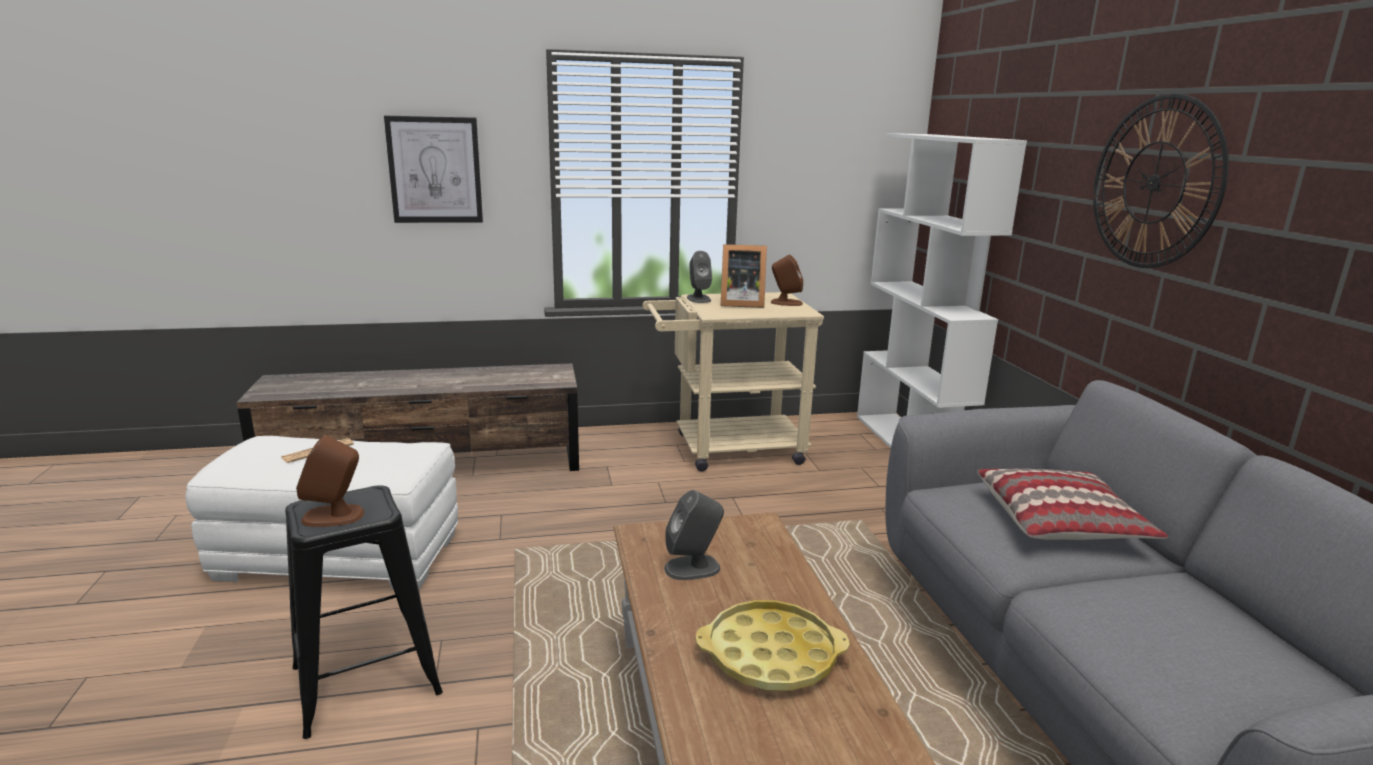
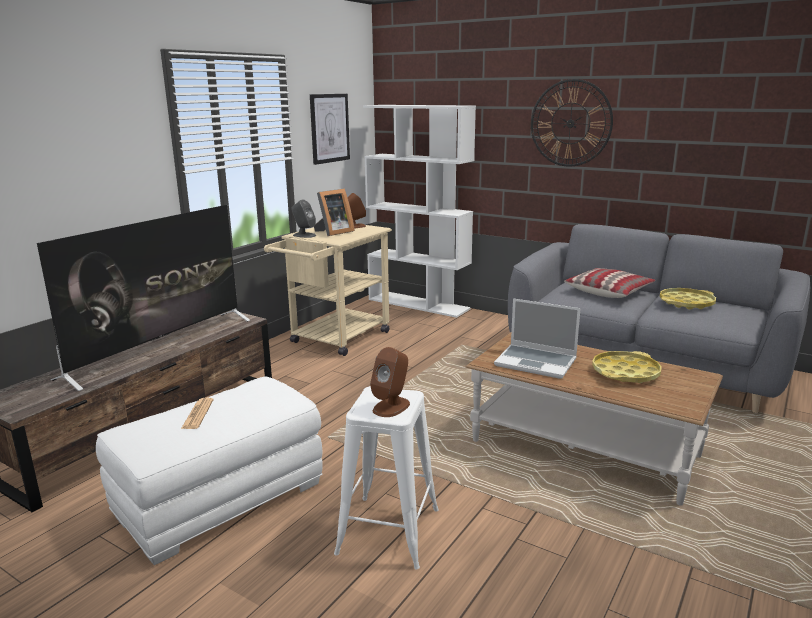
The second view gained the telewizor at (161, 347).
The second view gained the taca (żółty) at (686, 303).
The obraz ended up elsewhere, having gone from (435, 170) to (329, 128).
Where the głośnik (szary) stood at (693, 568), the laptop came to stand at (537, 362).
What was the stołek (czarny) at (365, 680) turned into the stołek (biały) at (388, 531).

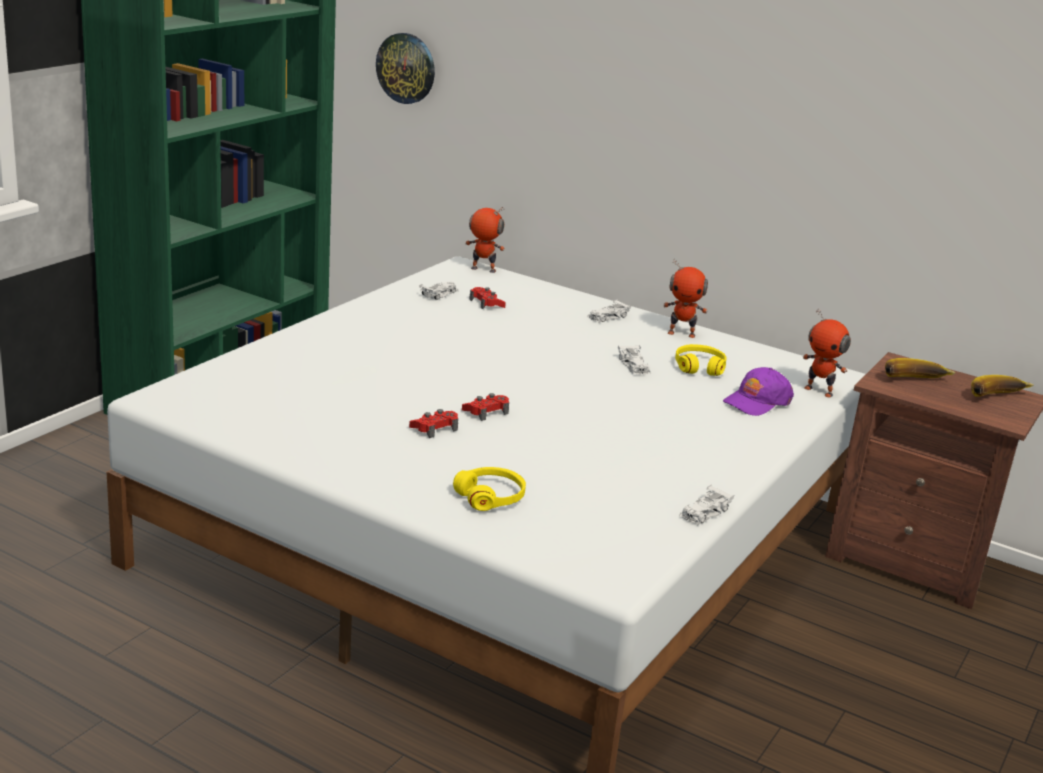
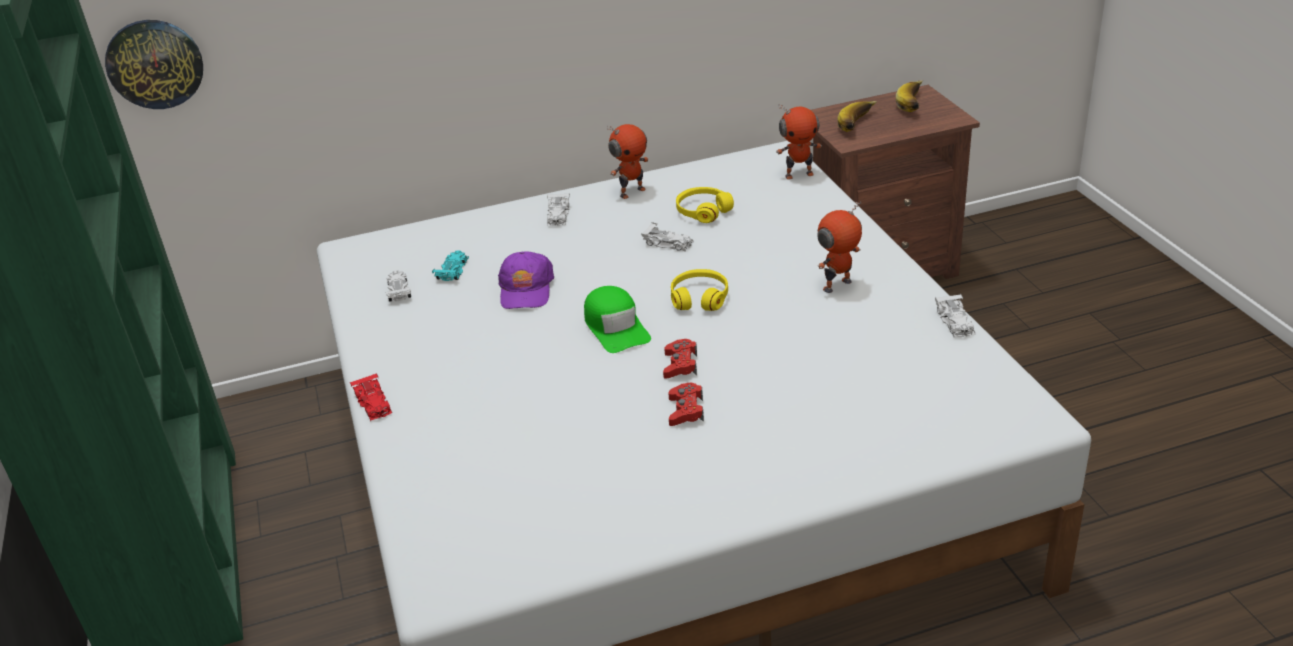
The second view gained the samochodzik (czerwony) at (374, 404).
The second view gained the czapka z daszkiem (zielony) at (616, 327).
The słuchawki (żółty) ended up elsewhere, having gone from (490, 497) to (699, 298).
The robot zabawkowy ended up elsewhere, having gone from (482, 270) to (838, 286).
The czapka z daszkiem (fioletowy) ended up elsewhere, having gone from (757, 402) to (526, 289).
Where the pad do gier (czerwony) stood at (486, 303), the samochodzik (turkusowy) came to stand at (453, 270).

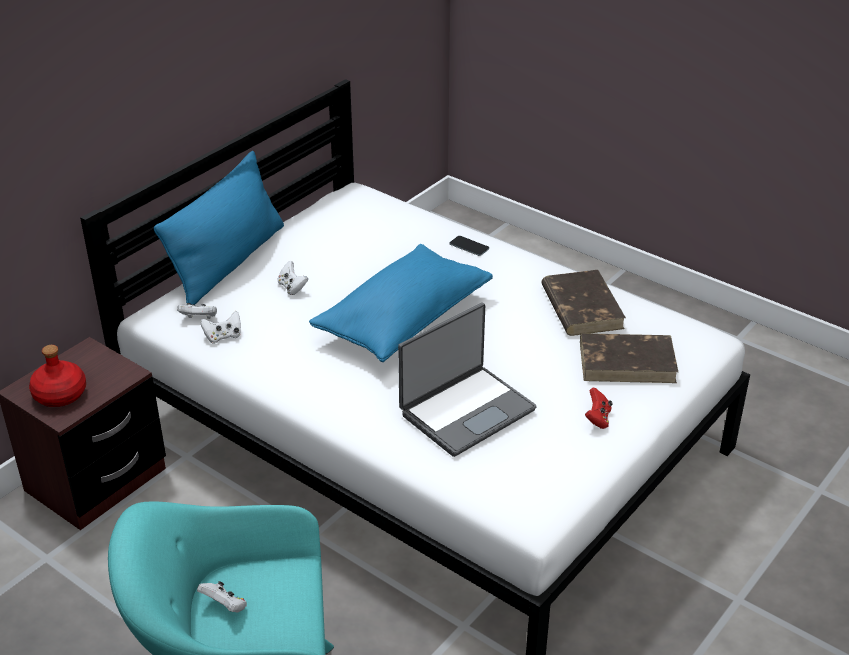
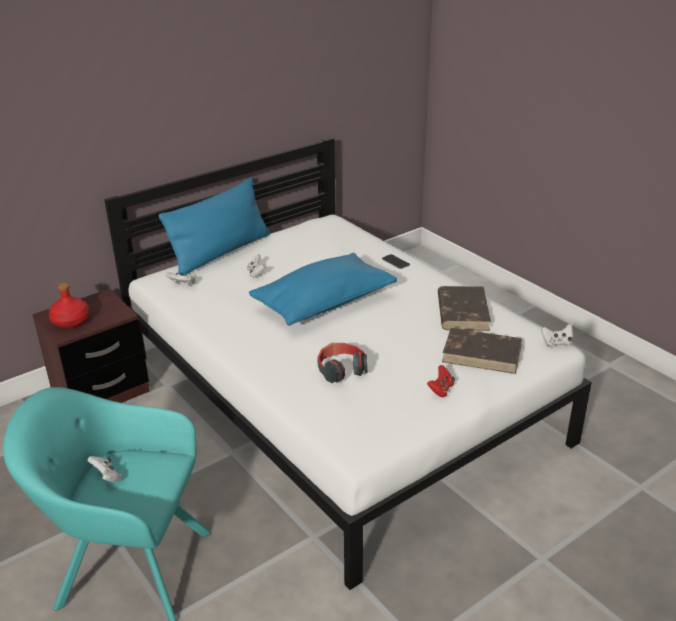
The pad do gier (biały) ended up elsewhere, having gone from (223, 336) to (556, 343).
Where the laptop stood at (466, 411), the słuchawki came to stand at (341, 369).

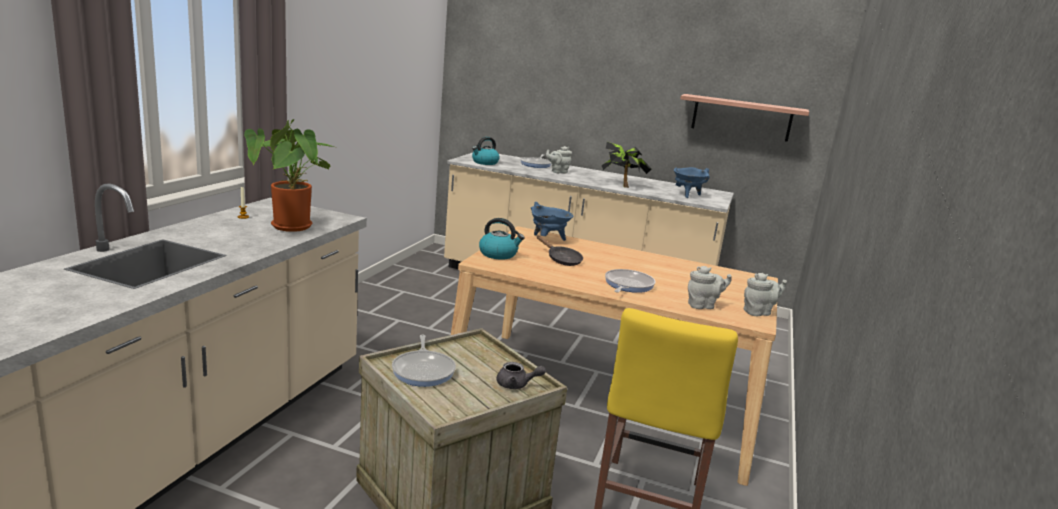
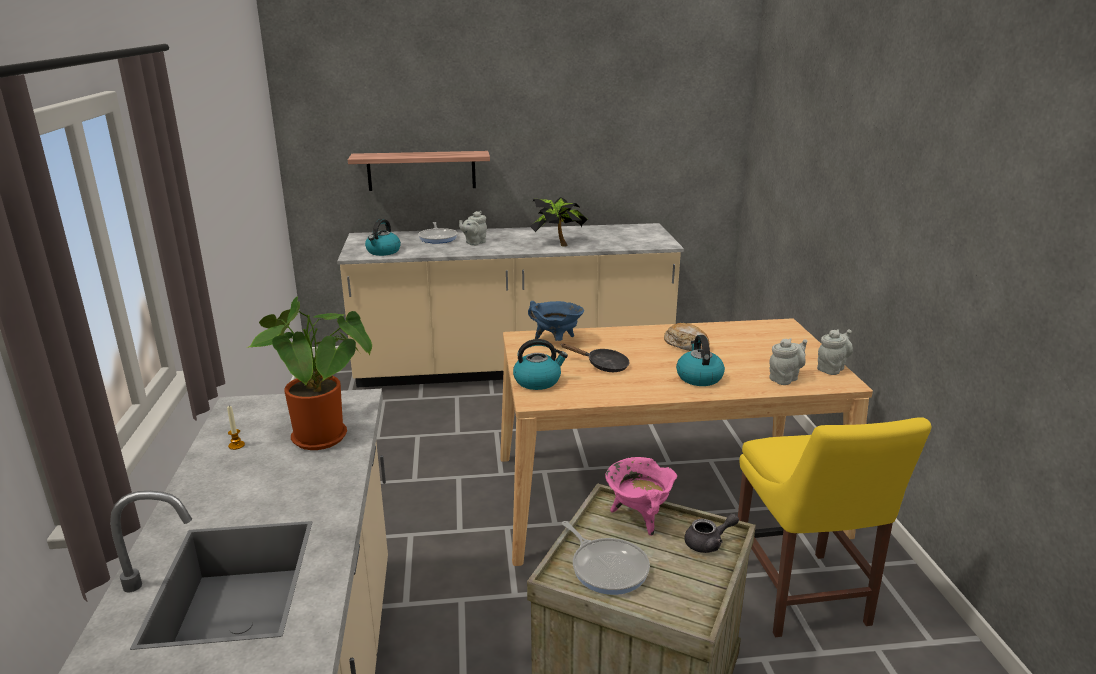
The second view lost the garnek (niebieski) at (687, 195).
The second view gained the garnek (różowy) at (639, 517).
The second view gained the chleb at (686, 345).
The półka ended up elsewhere, having gone from (741, 118) to (421, 170).
Where the patelnia stood at (627, 285), the czajnik came to stand at (698, 377).

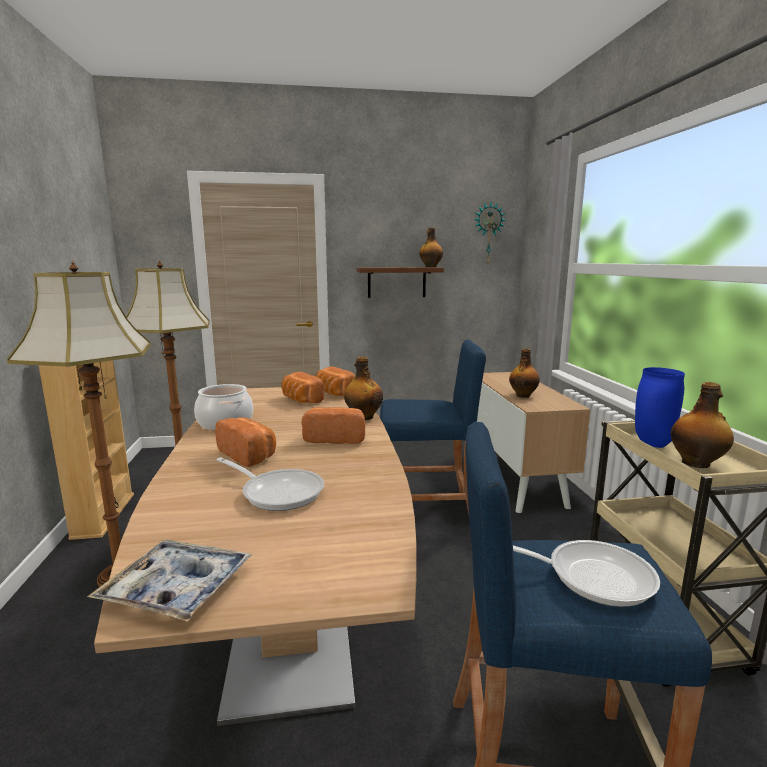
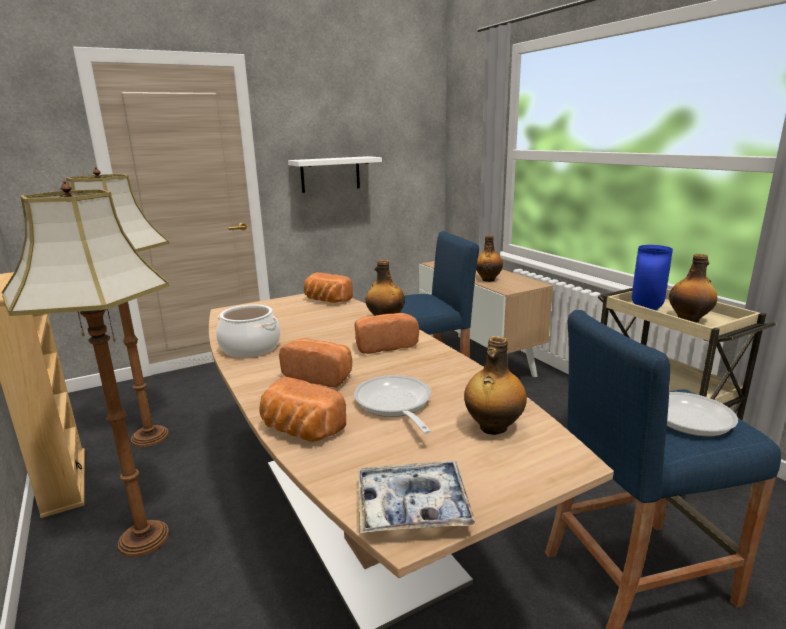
The second view lost the zegar ścienny at (488, 234).
The chleb ended up elsewhere, having gone from (300, 400) to (299, 430).
The butelka ended up elsewhere, having gone from (430, 267) to (492, 428).
What was the półka (brązowy) at (396, 282) turned into the półka (biały) at (330, 174).
The patelnia at (278, 492) ended up facing another way, 120 degrees counterclockwise from before.

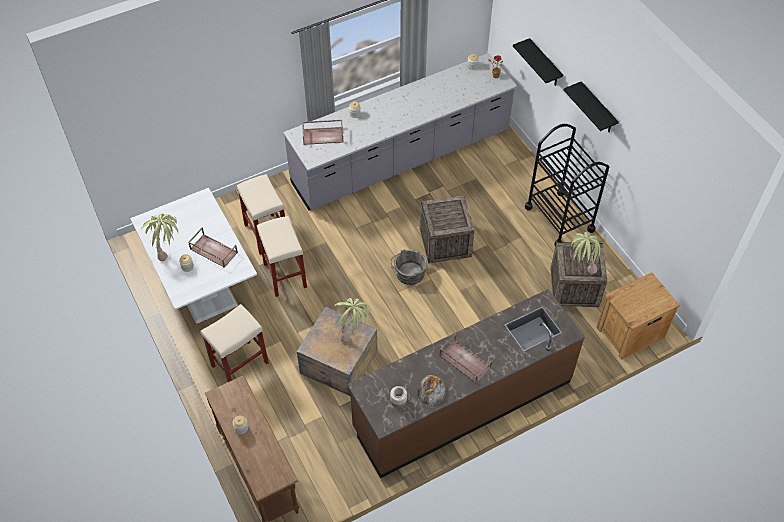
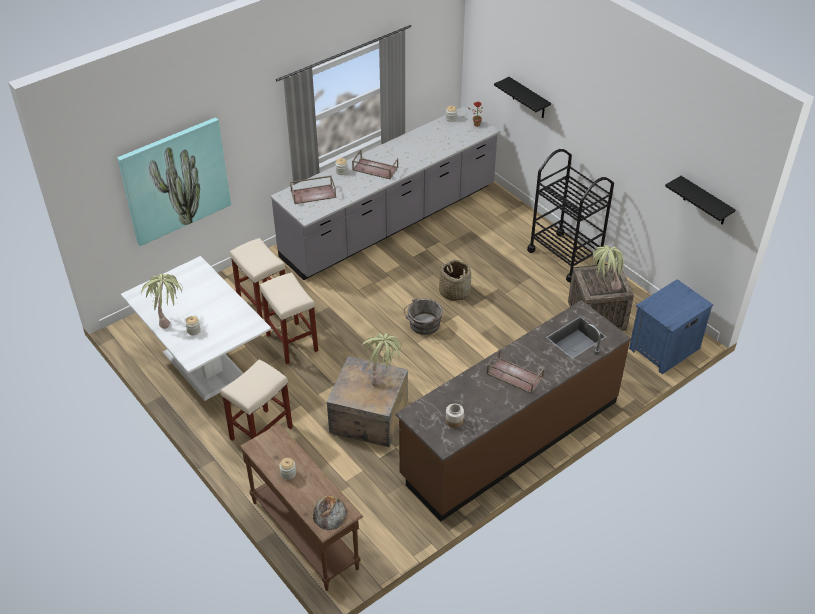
The second view gained the obraz at (175, 180).
The taca (brązowy) ended up elsewhere, having gone from (213, 251) to (374, 169).
The chleb ended up elsewhere, having gone from (431, 390) to (329, 513).
The półka (czarny) ended up elsewhere, having gone from (597, 109) to (705, 202).
Where the skrzynka stood at (445, 242), the koszyk came to stand at (454, 291).
What was the szafka nocna (brązowy) at (629, 332) turned into the szafka nocna (niebieski) at (663, 348).

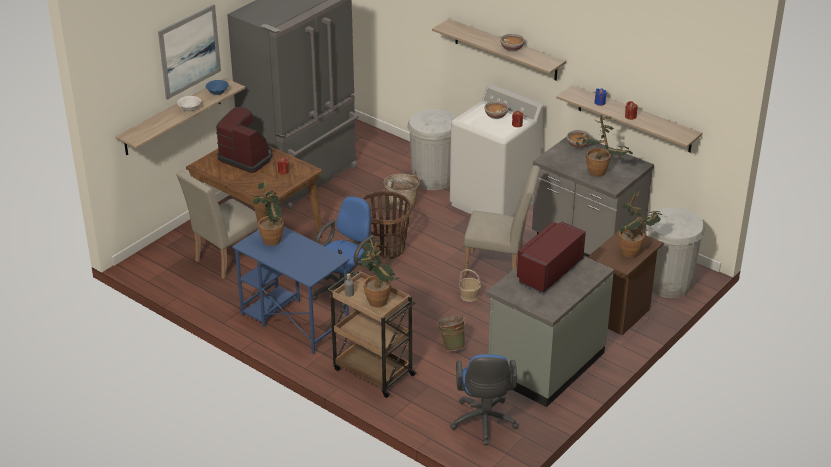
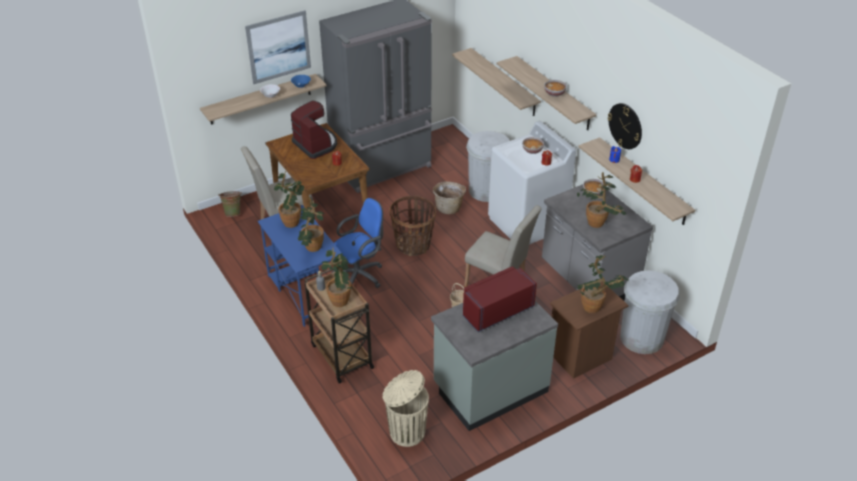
The second view gained the roślina doniczkowa at (311, 249).
The second view gained the półka at (504, 82).
The second view gained the zegar ścienny at (625, 126).
The wiadro (zielony) ended up elsewhere, having gone from (451, 345) to (233, 213).
Where the krzesło biurowe (niebieski) stood at (483, 424), the kosz na śmieci (beżowy) came to stand at (406, 432).

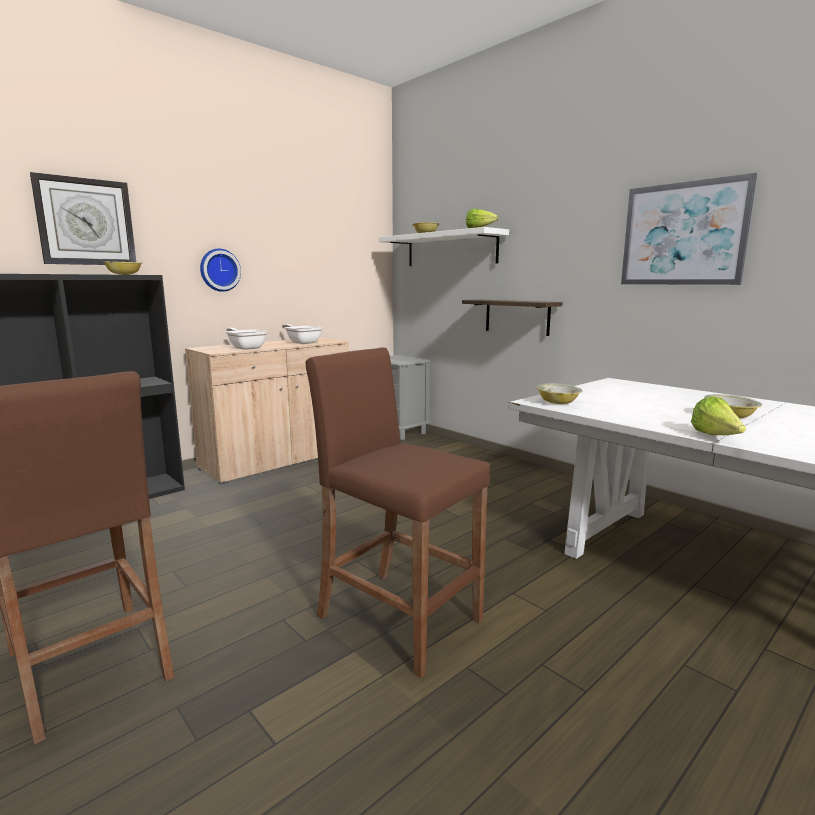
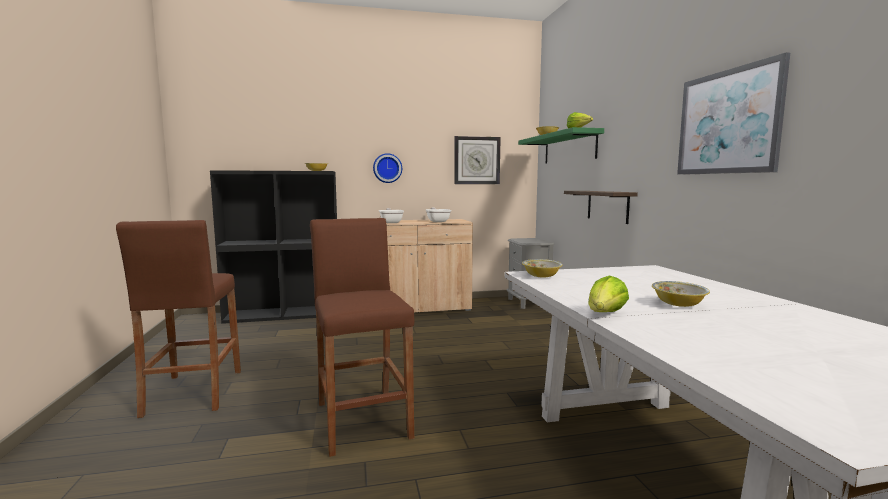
The zegar ścienny ended up elsewhere, having gone from (86, 222) to (477, 160).
What was the półka (biały) at (450, 249) turned into the półka (zielony) at (569, 148).

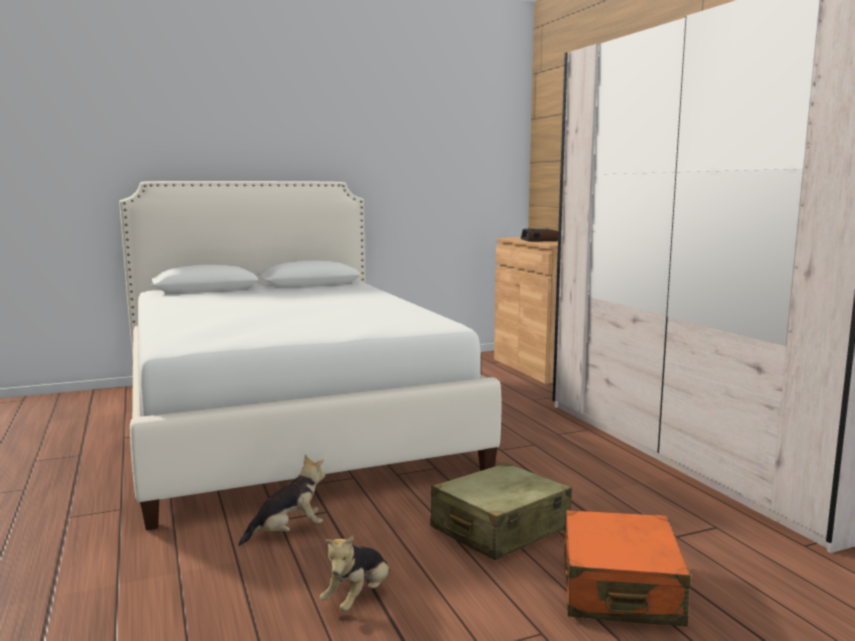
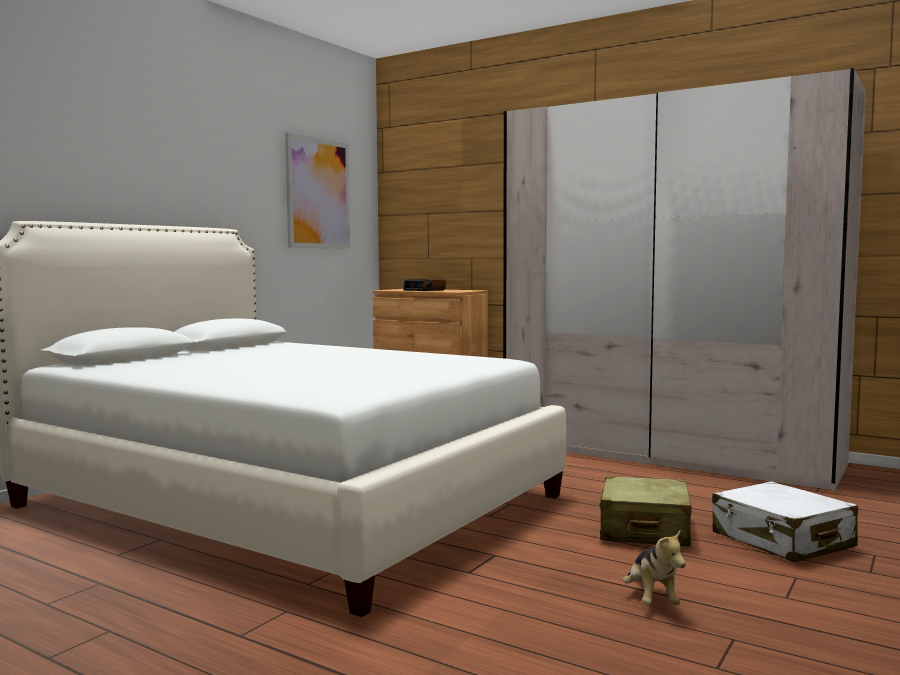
The second view lost the pluszak at (288, 532).
The second view gained the obraz at (318, 193).
What was the walizka (pomarańczowy) at (619, 589) turned into the walizka (biały) at (782, 541).

